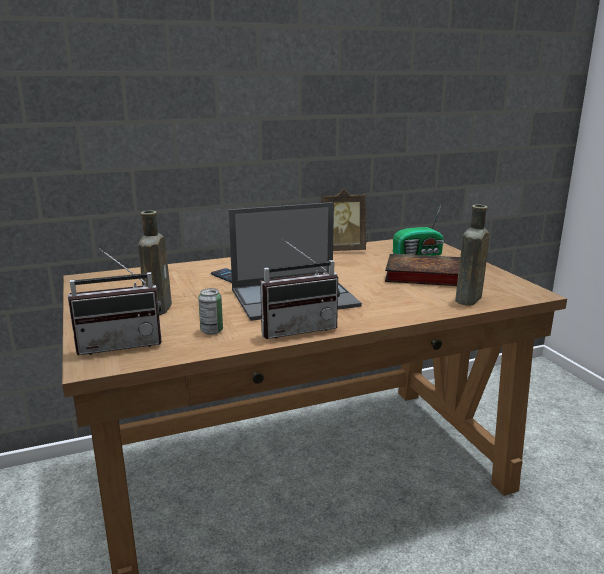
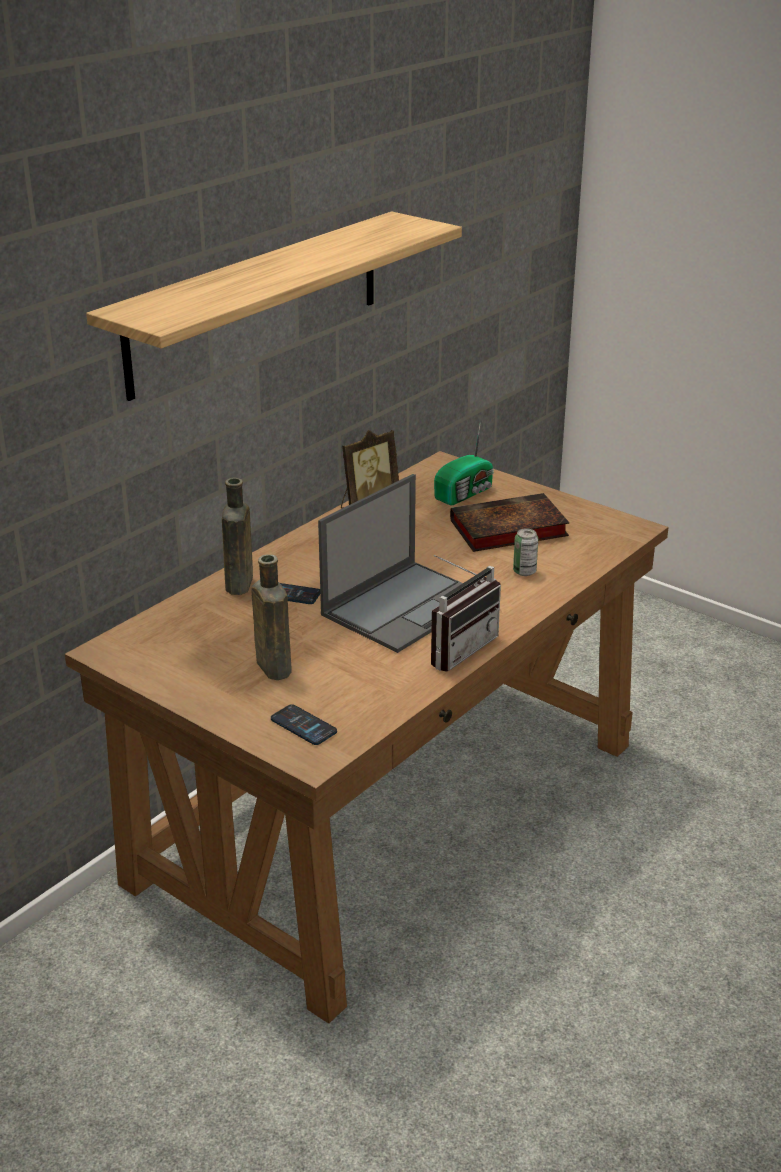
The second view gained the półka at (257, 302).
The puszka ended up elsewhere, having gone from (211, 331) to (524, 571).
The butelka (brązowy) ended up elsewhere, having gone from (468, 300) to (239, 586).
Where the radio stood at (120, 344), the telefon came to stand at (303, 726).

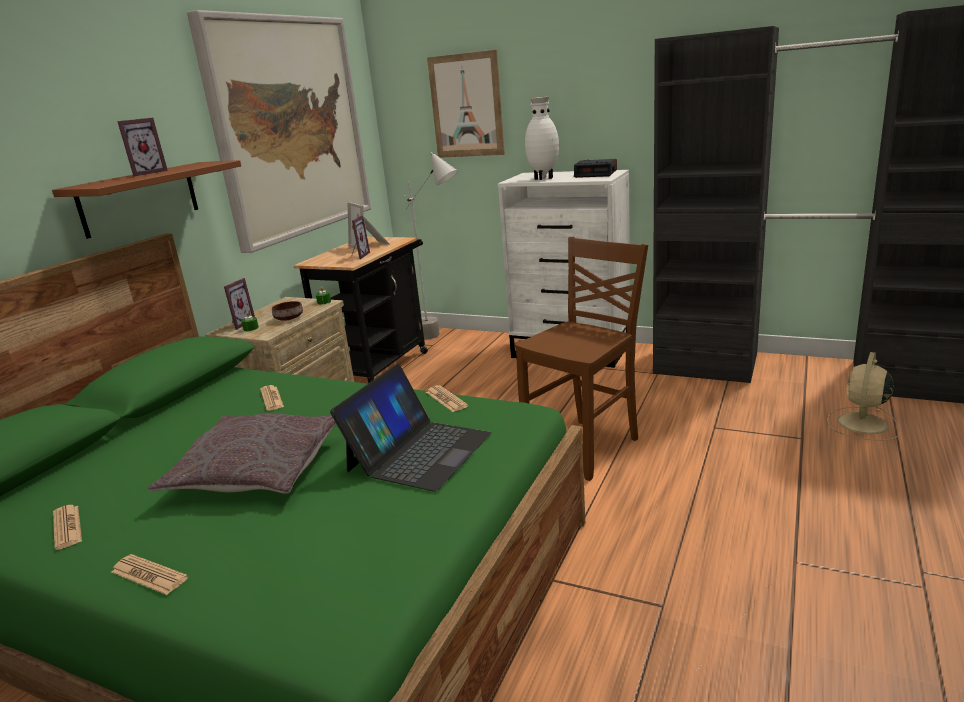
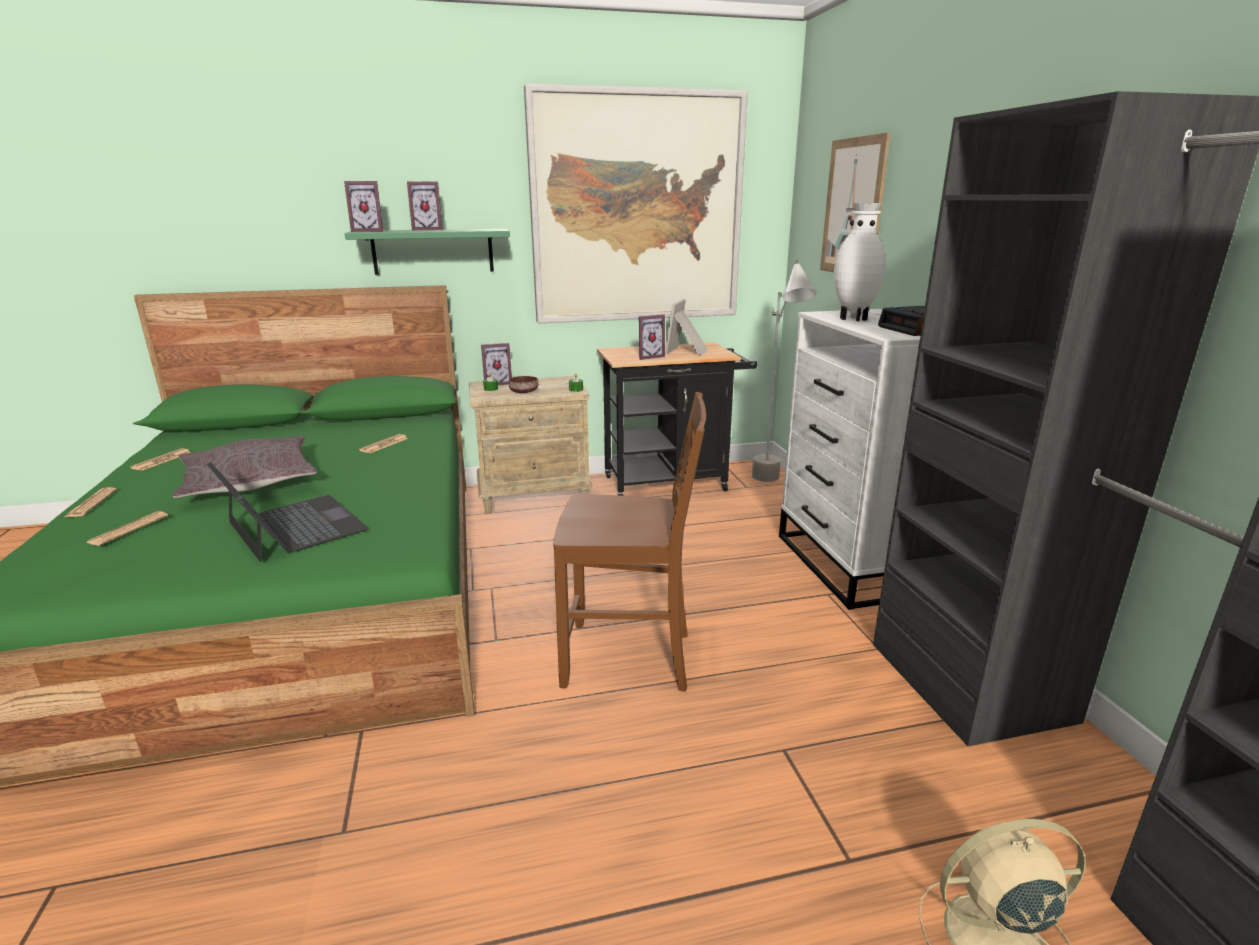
The second view gained the ramka na zdjęcie at (369, 231).
The gazeta ended up elsewhere, having gone from (446, 399) to (128, 529).
What was the półka (brązowy) at (139, 198) turned into the półka (zielony) at (433, 251).
The laptop at (419, 451) ended up facing another way, 120 degrees counterclockwise from before.

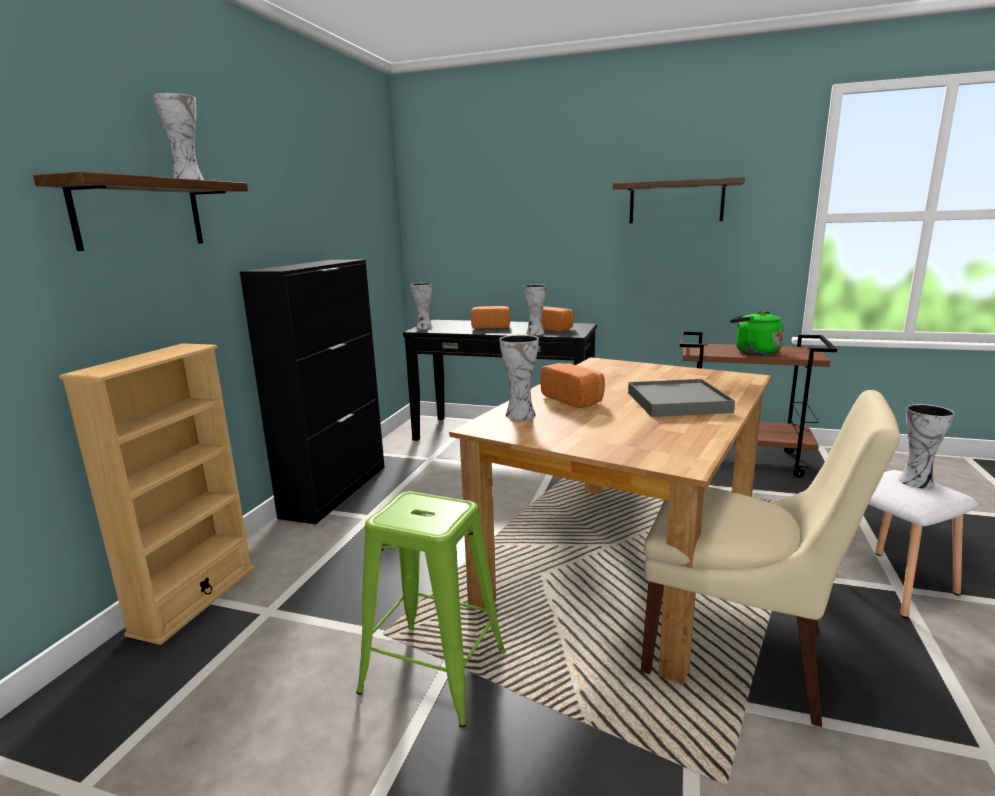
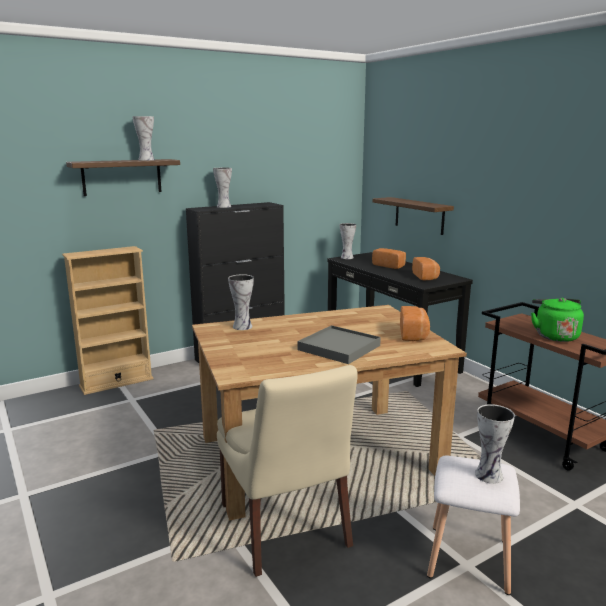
The second view lost the stołek (zielony) at (433, 671).
The wazon ended up elsewhere, having gone from (534, 333) to (223, 206).
The chleb ended up elsewhere, having gone from (574, 399) to (414, 334).
The półka ended up elsewhere, having gone from (676, 202) to (419, 215).

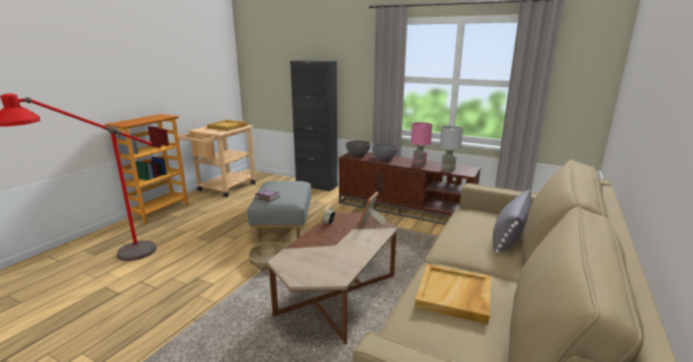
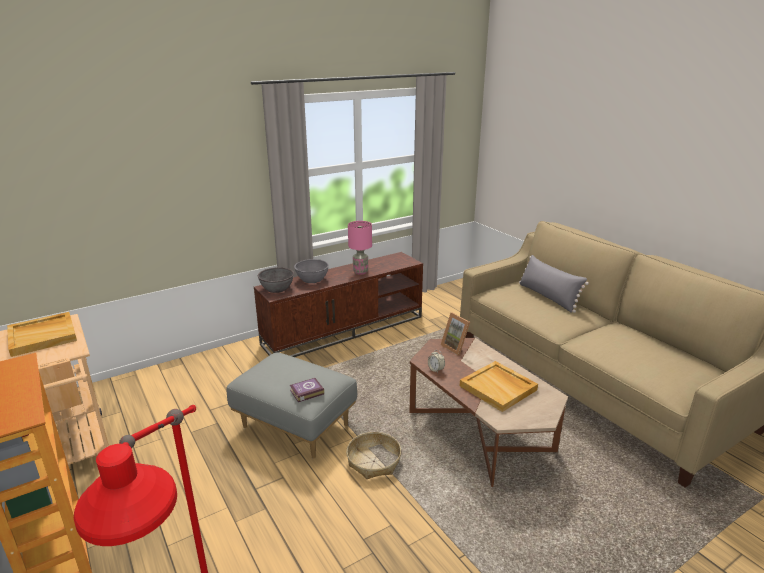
The second view lost the szafka (czarny) at (316, 185).
The second view lost the lampa stołowa (szary) at (448, 170).
The taca (beżowy) ended up elsewhere, having gone from (454, 295) to (499, 388).

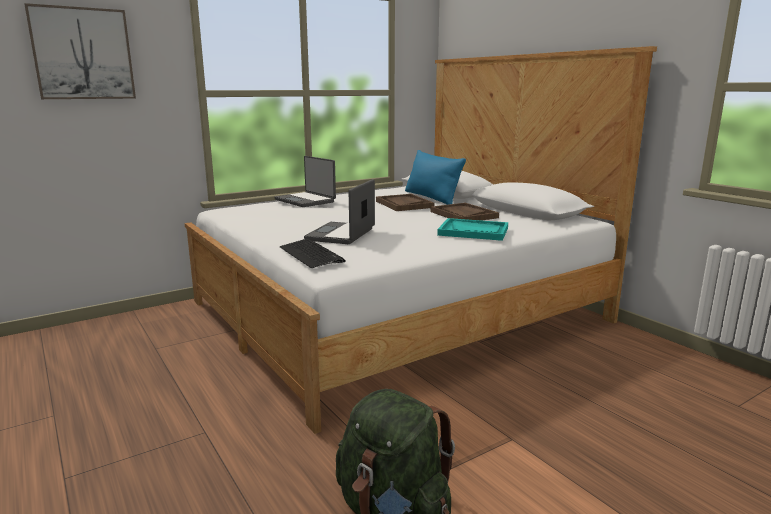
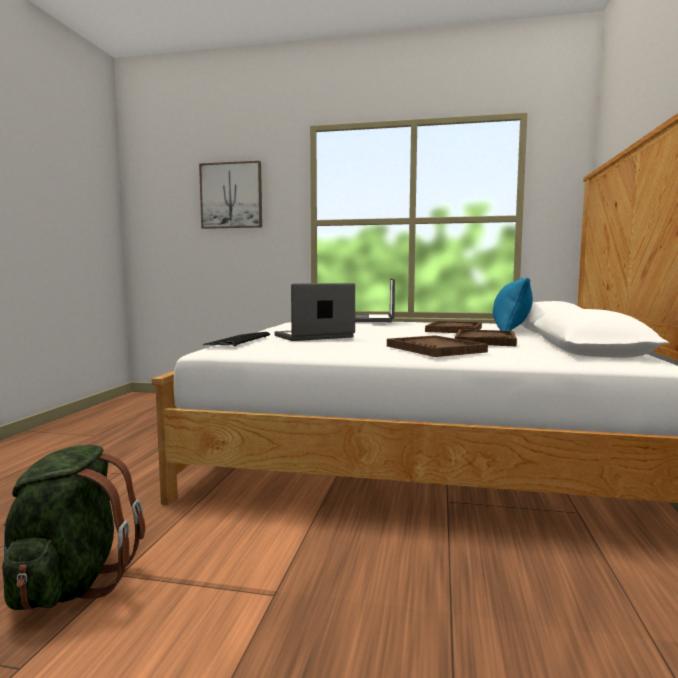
What was the taca (turkusowy) at (473, 231) turned into the taca (brązowy) at (435, 349).

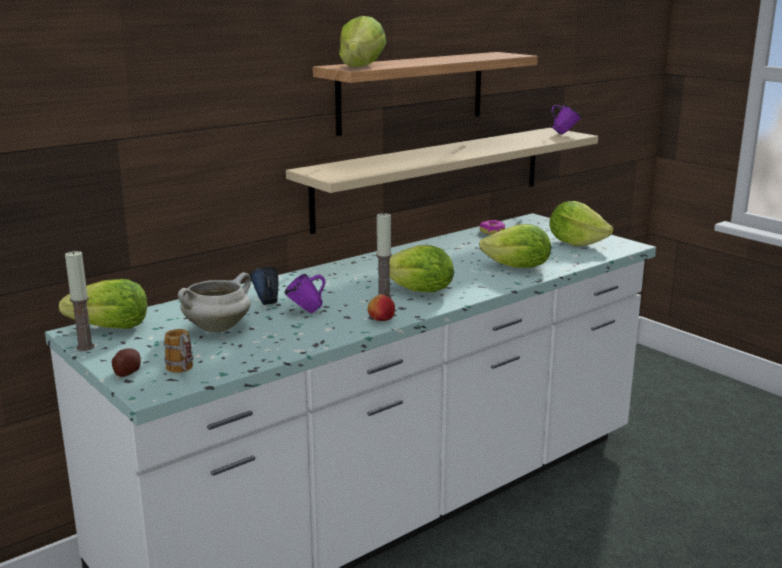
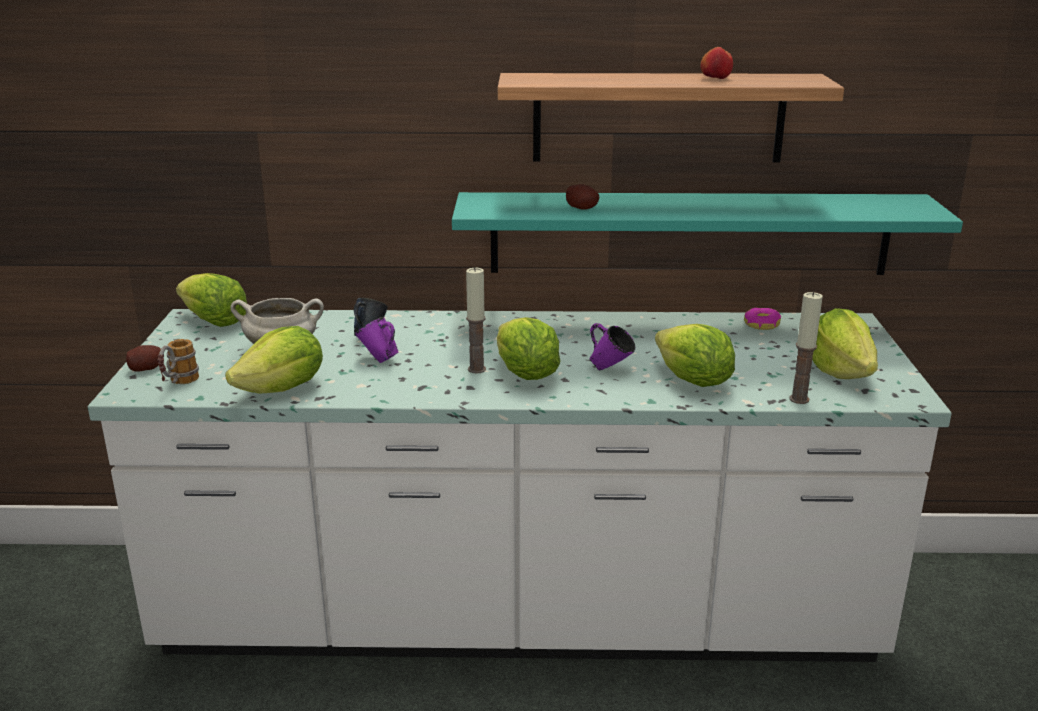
The second view gained the ziemniak at (582, 208).
The świeca ended up elsewhere, having gone from (85, 347) to (799, 399).
The sałata ended up elsewhere, having gone from (362, 66) to (283, 389).
The jabłko ended up elsewhere, having gone from (381, 319) to (715, 78).
The kubek (fioletowy) ended up elsewhere, having gone from (564, 134) to (610, 369).
What was the półka (beżowy) at (432, 177) turned into the półka (turkusowy) at (689, 233).

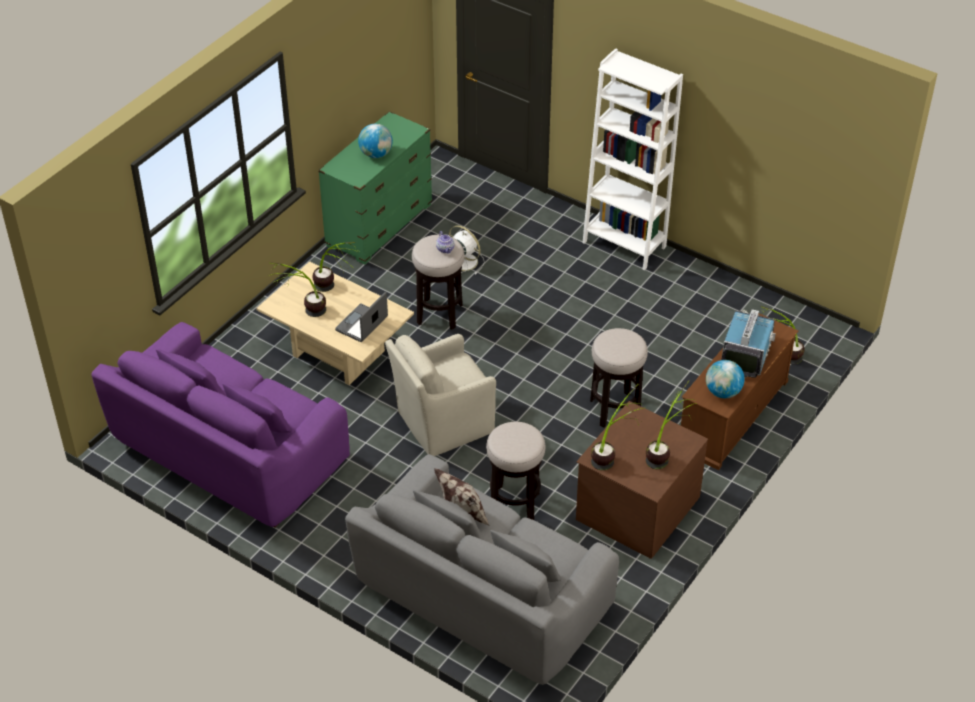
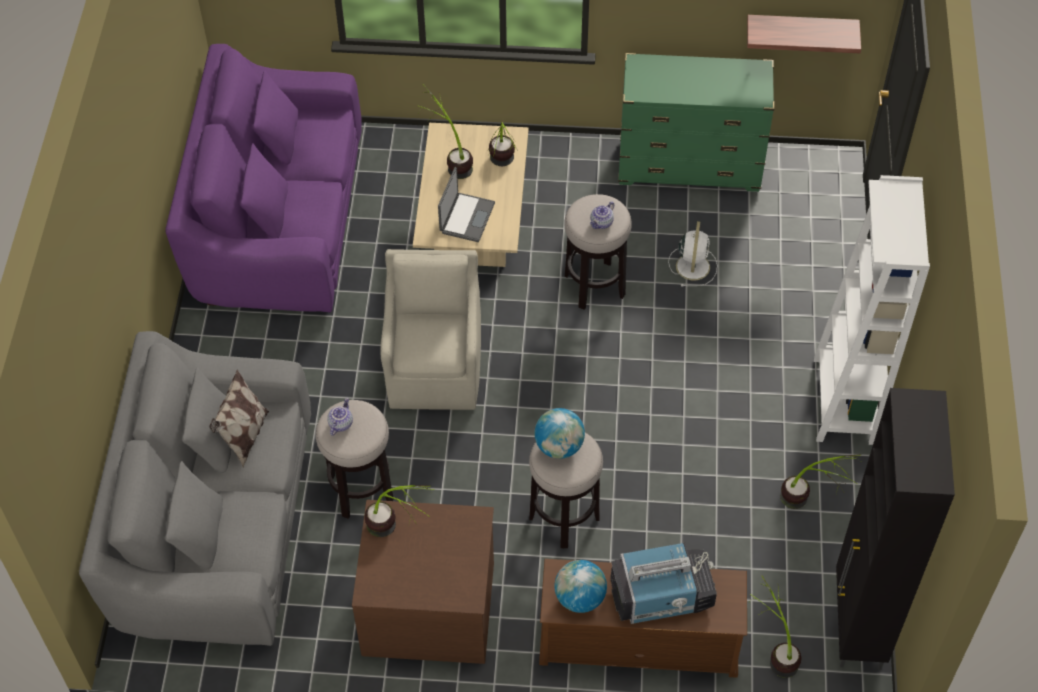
The second view gained the imbryk at (340, 423).
The second view gained the półka at (801, 29).
The second view gained the szafka (czarny) at (857, 625).
The globus ended up elsewhere, having gone from (376, 154) to (559, 446).
The roślina doniczkowa ended up elsewhere, having gone from (666, 452) to (810, 500).
The laptop at (362, 324) ended up facing another way, 105 degrees clockwise from before.
The fotel (beżowy) at (442, 423) ended up facing another way, 60 degrees clockwise from before.

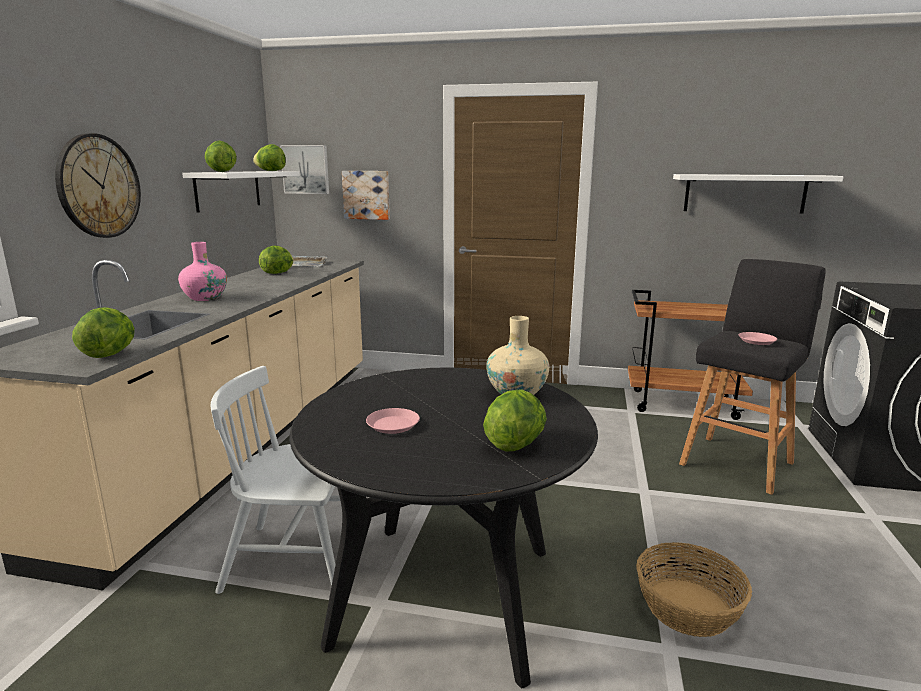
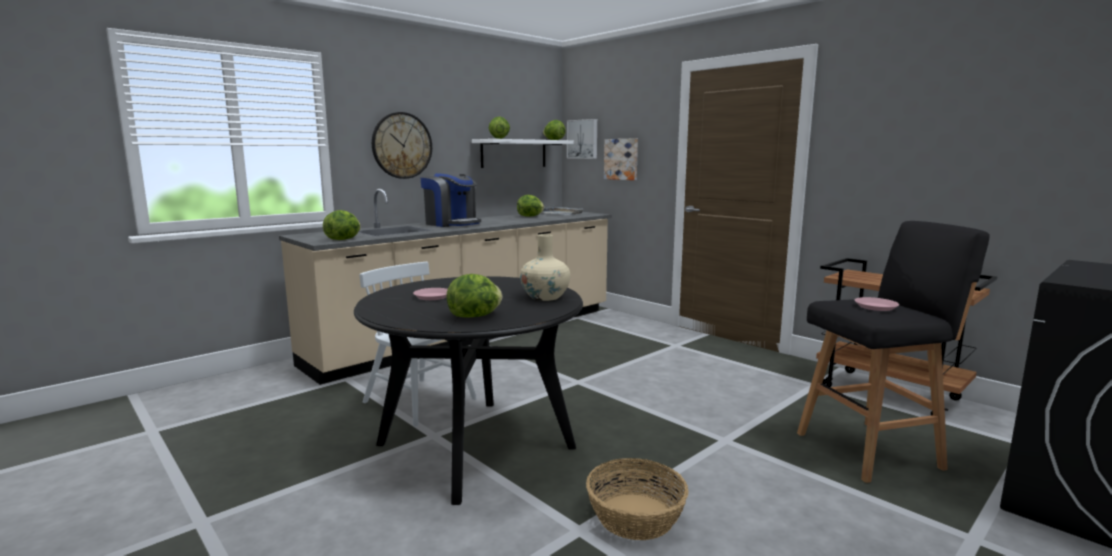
The second view lost the półka (biały) at (744, 193).
Where the wazon (różowy) stood at (205, 298), the ekspres do kawy came to stand at (451, 223).

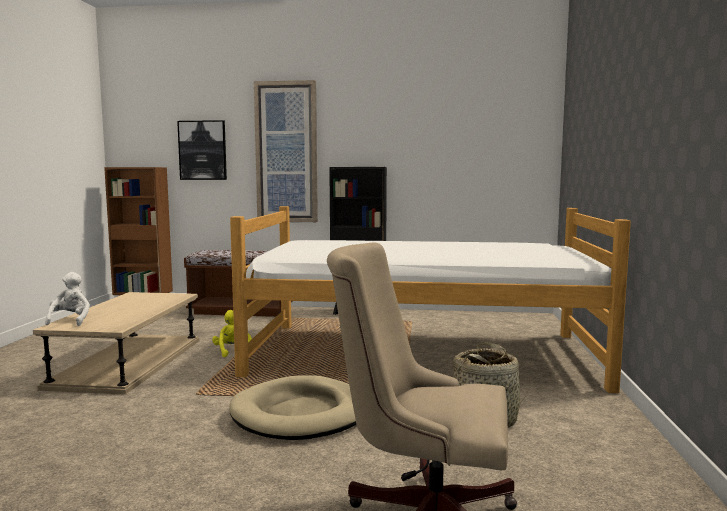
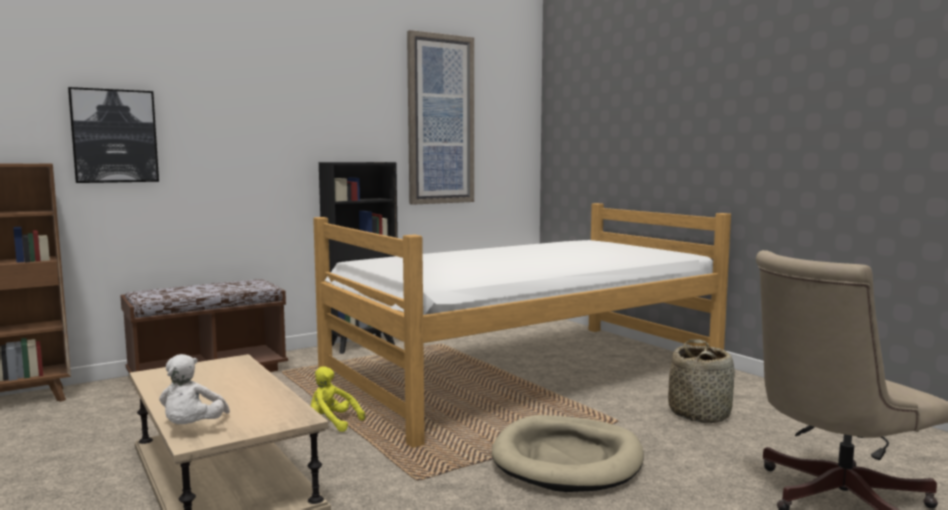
The obraz ended up elsewhere, having gone from (286, 152) to (440, 120).
The pluszak (biały) at (70, 320) ended up facing another way, 135 degrees counterclockwise from before.

